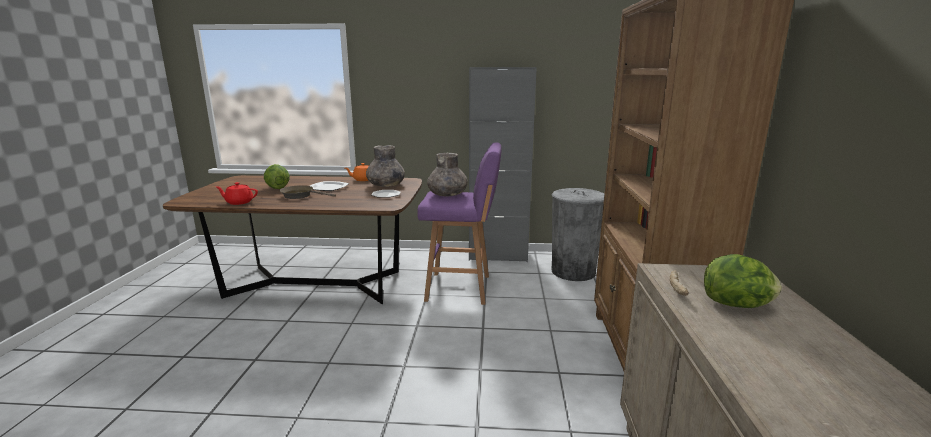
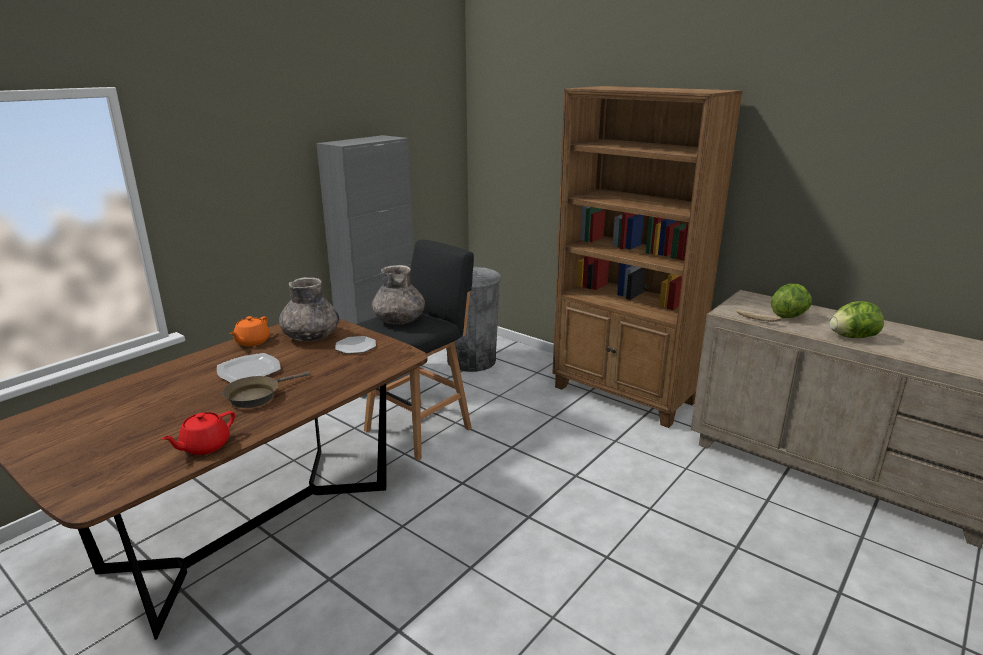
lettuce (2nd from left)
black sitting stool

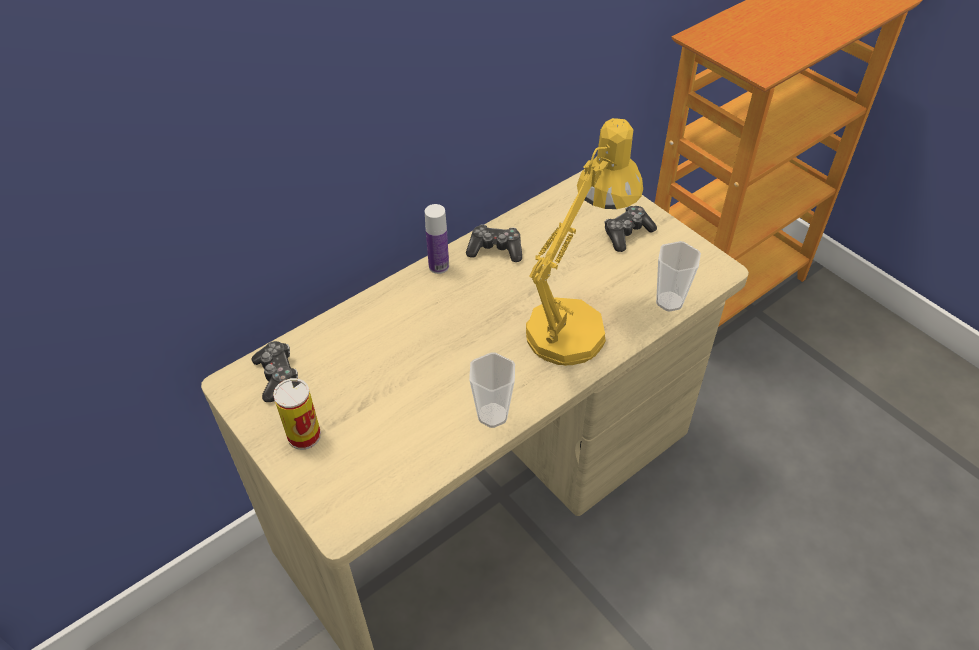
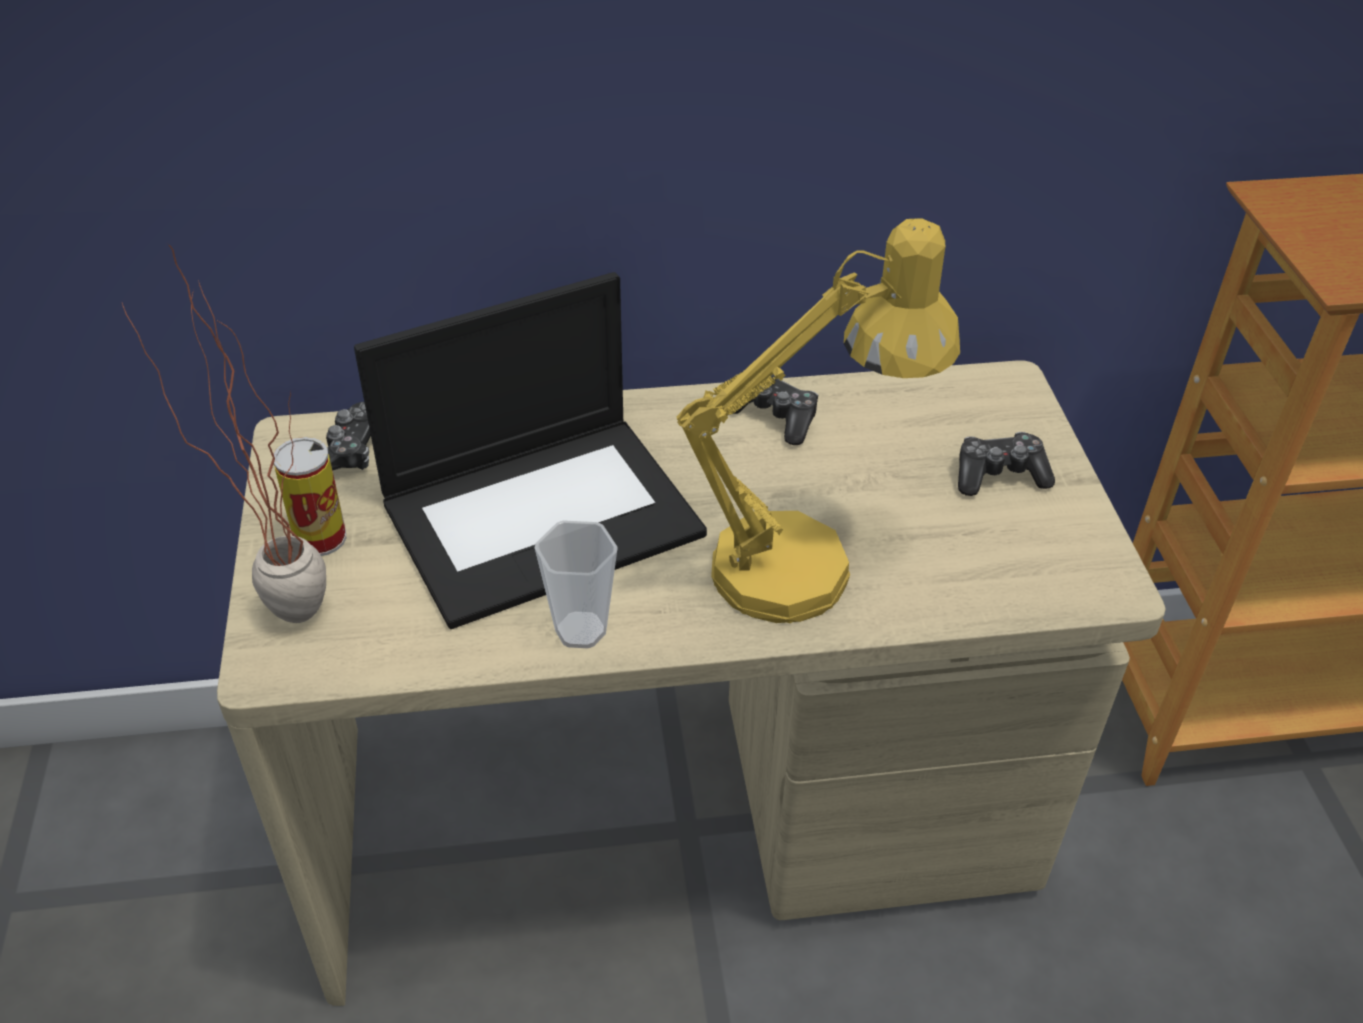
drink bottle
drinking cup (2nd from left in the first image)
houseplant
notebook computer

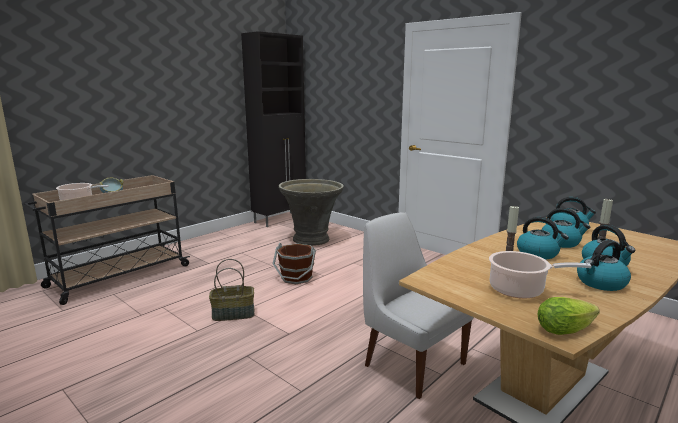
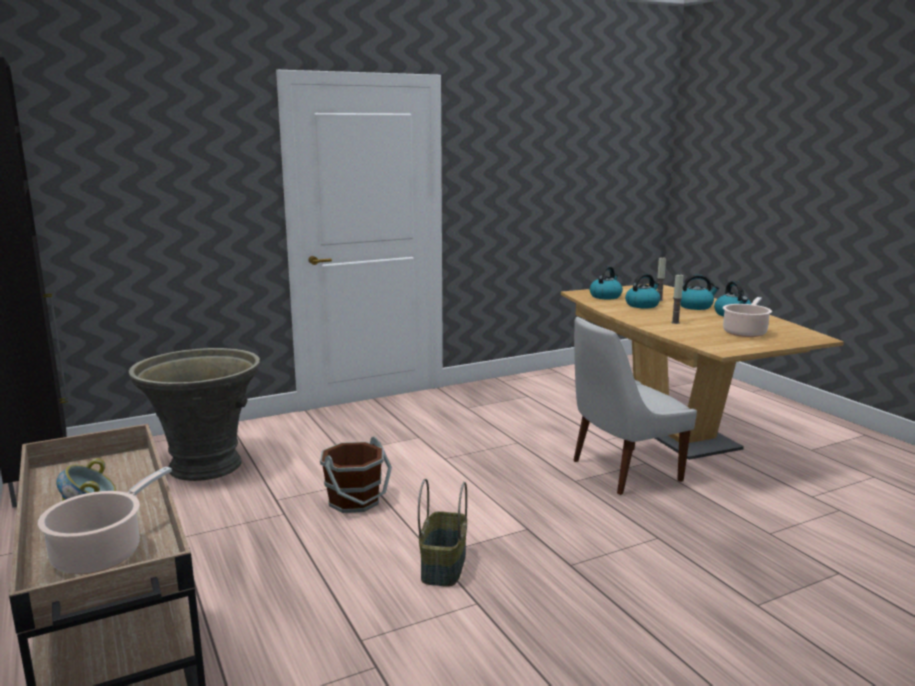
kettle (1st from left in the first image)
lettuce

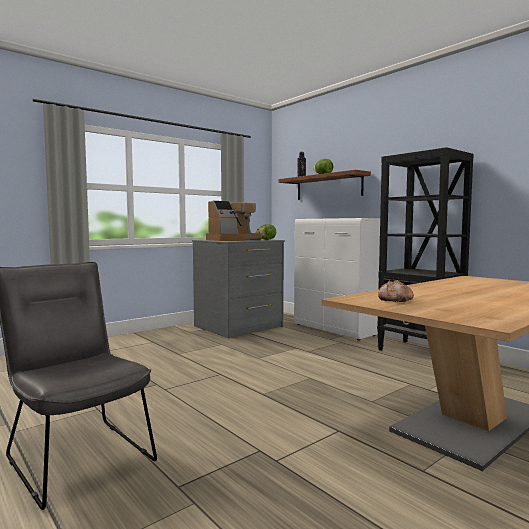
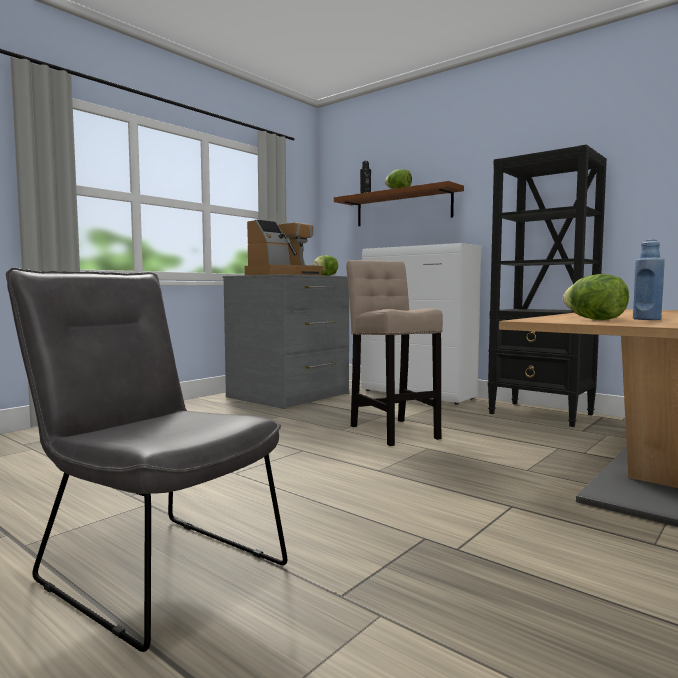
lettuce (3rd from left)
beige sitting stool
blue drink bottle

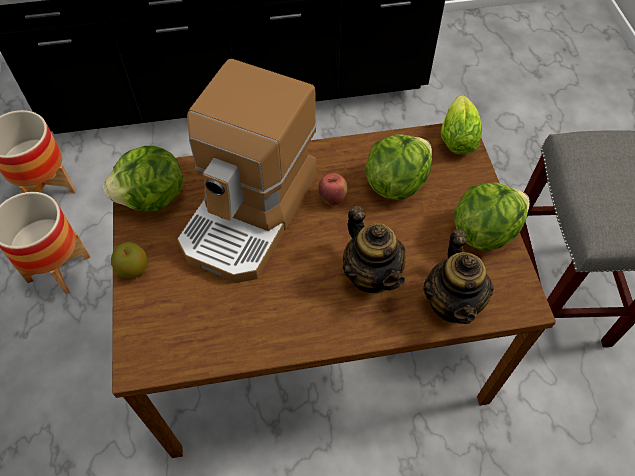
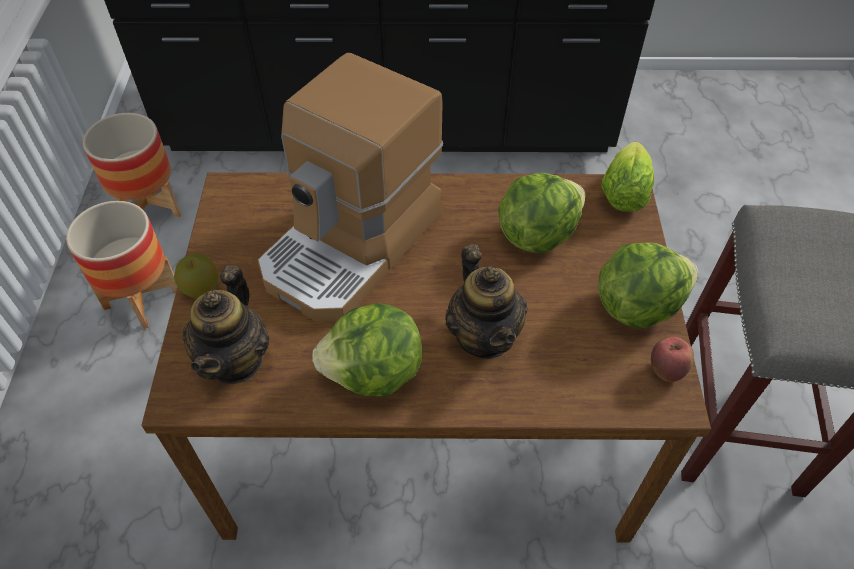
lettuce (1st from left)
apple (2nd from left)
teapot (1st from left)

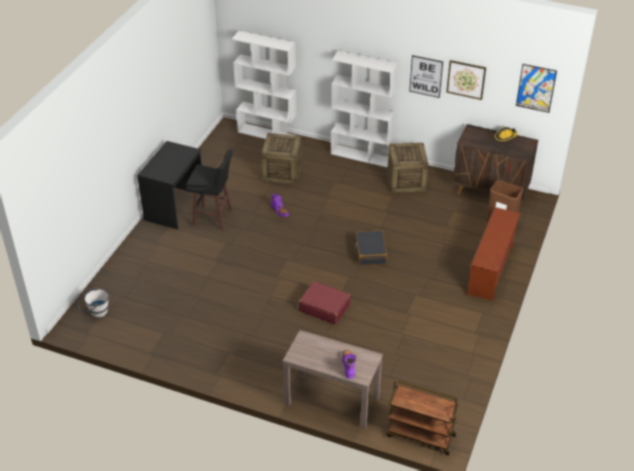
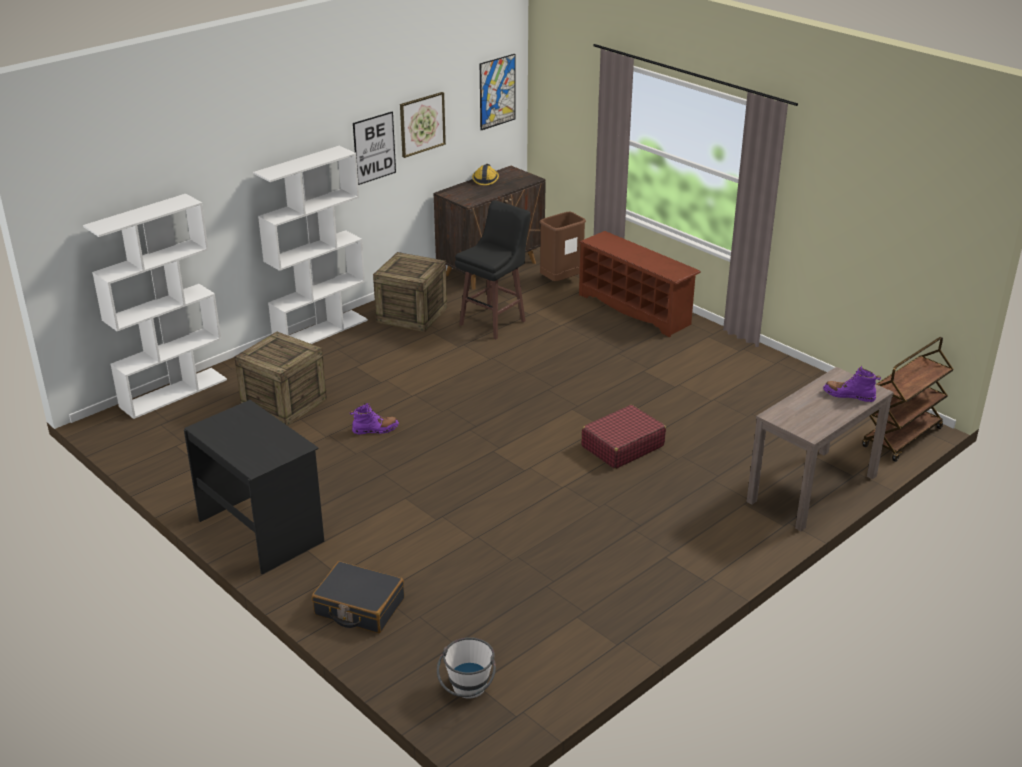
black sitting stool
black piece of luggage

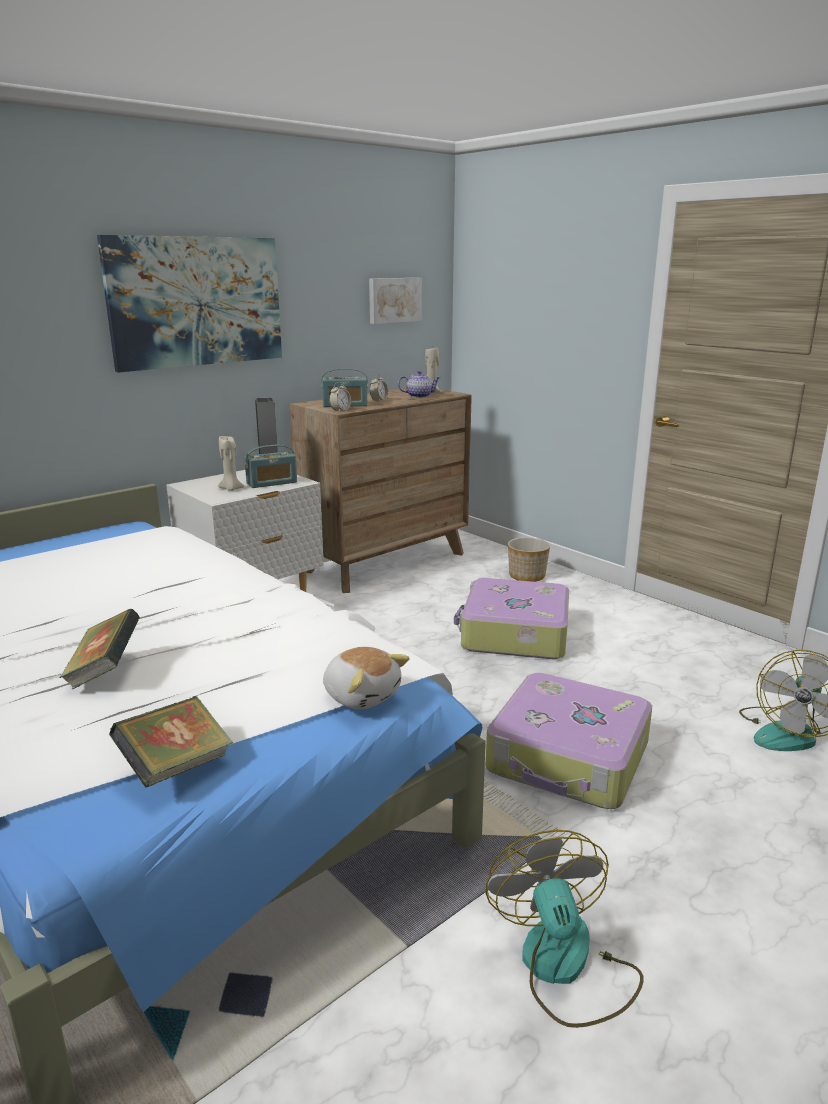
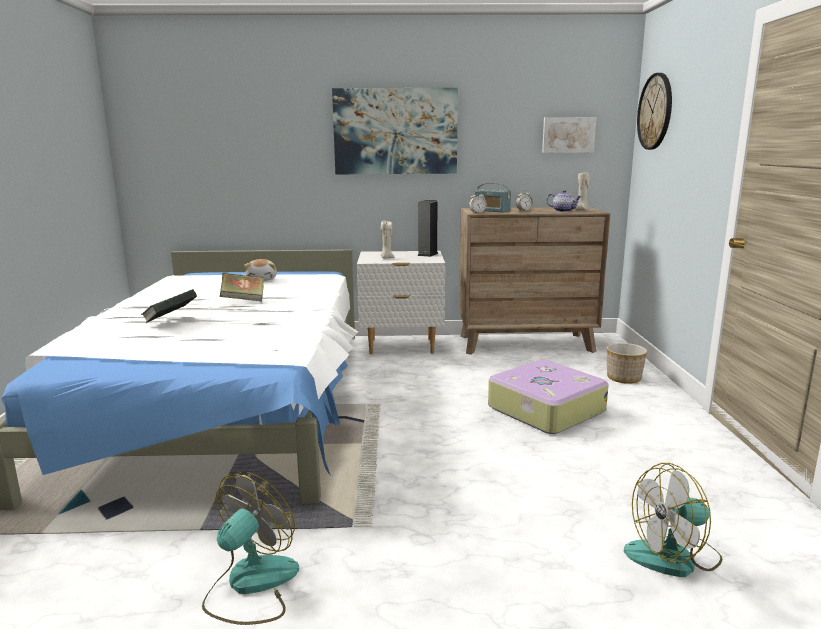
volume (2nd from left)
radio (1st from left in the first image)
plush toy
piece of luggage (2nd from left in the first image)
clock on the wall

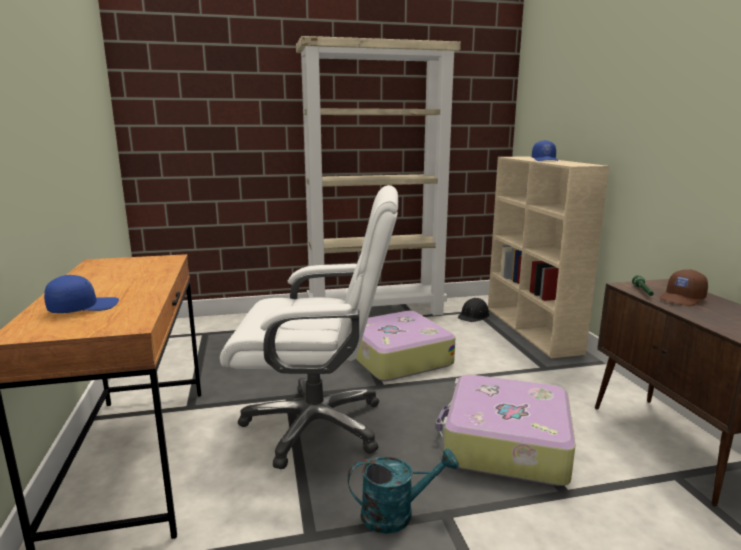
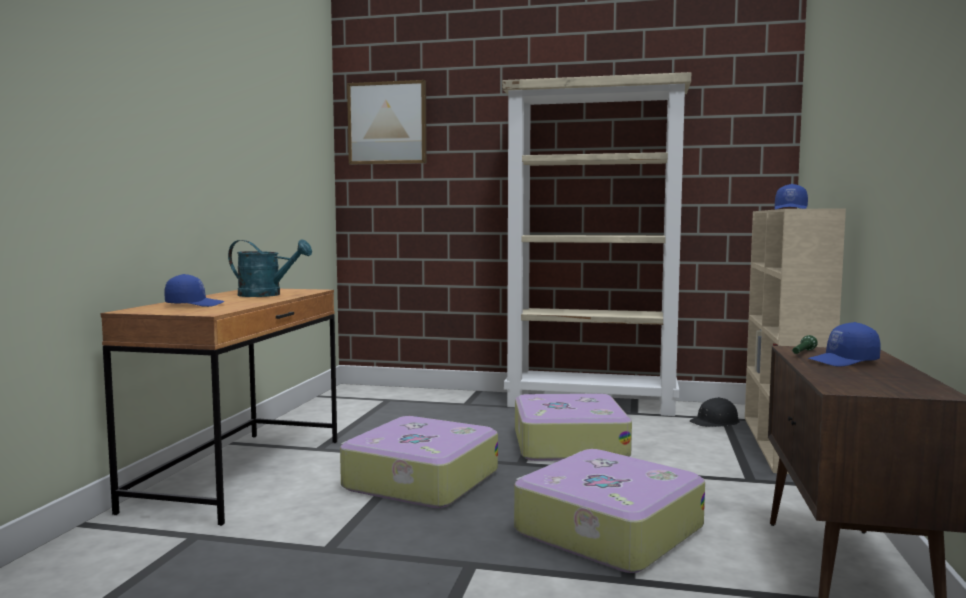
piece of luggage (1st from left)
blue-green watering pot
blue cap (3rd from left)
wall art

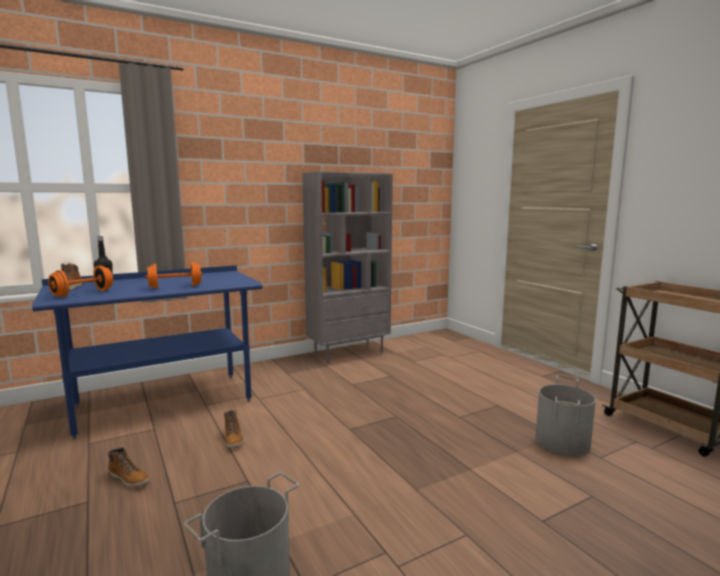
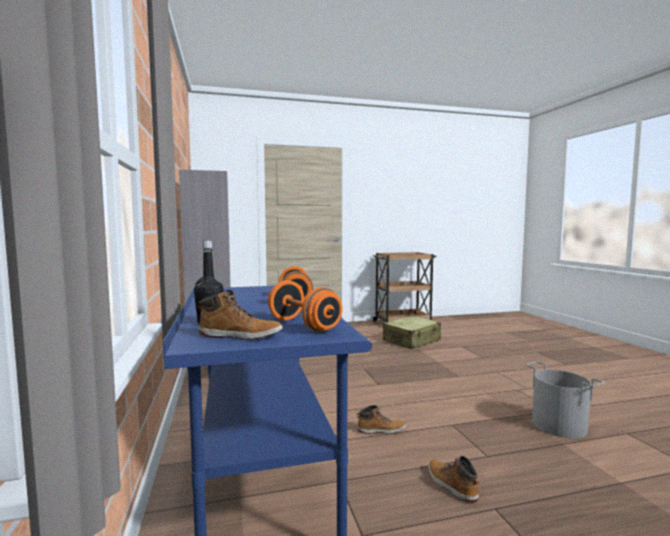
tall boot (3rd from left)
beige piece of luggage

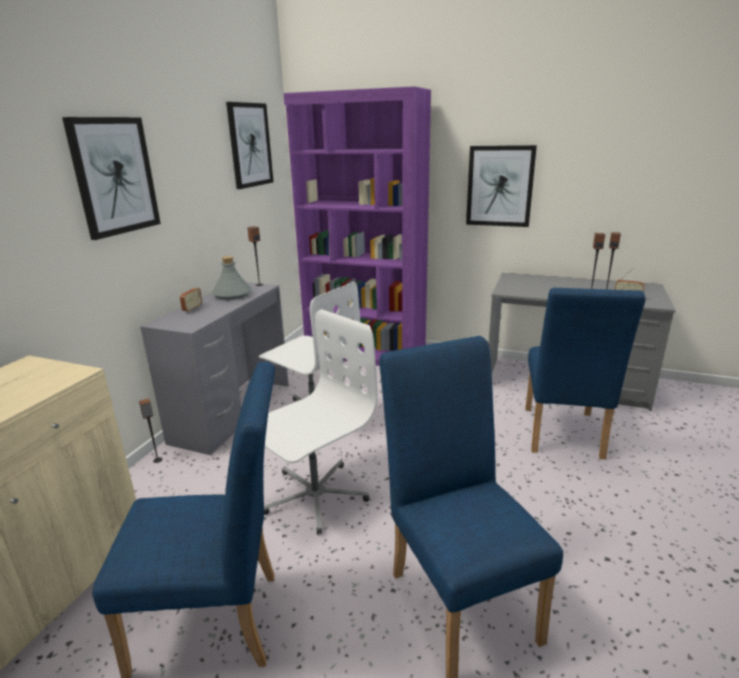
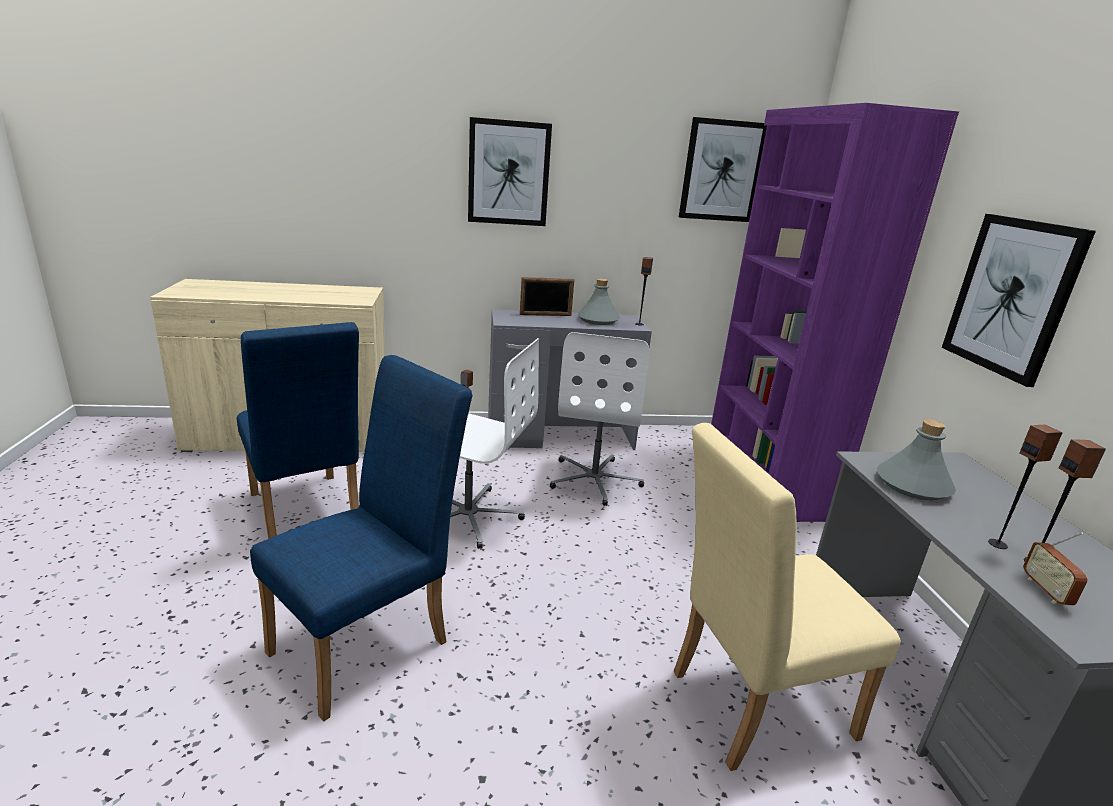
picture frame
beige upright chair
greyish drink bottle (2nd from left)

